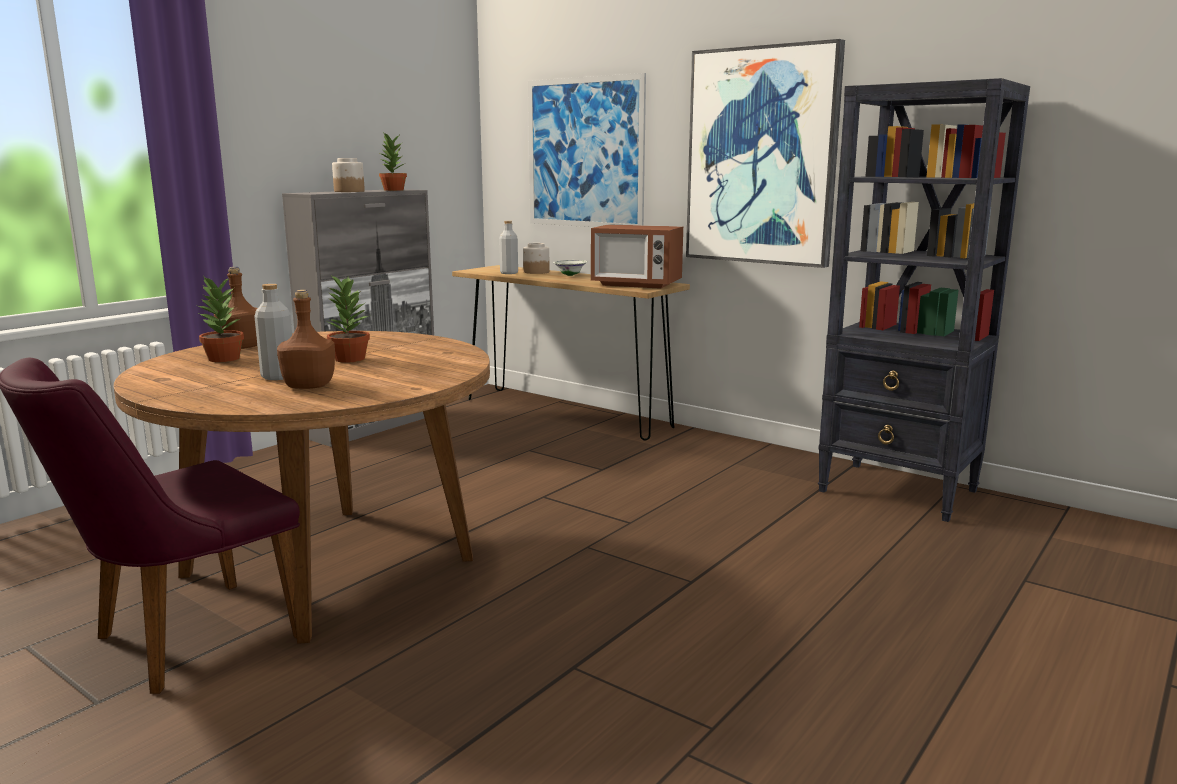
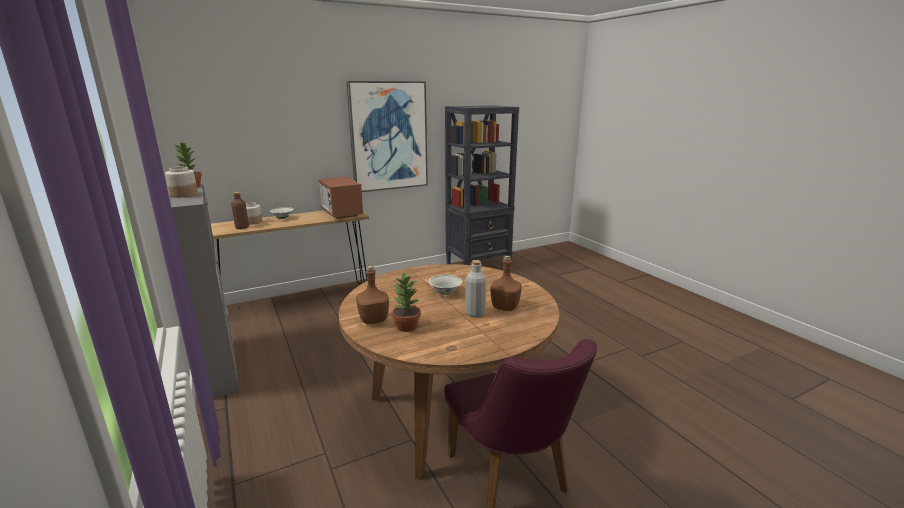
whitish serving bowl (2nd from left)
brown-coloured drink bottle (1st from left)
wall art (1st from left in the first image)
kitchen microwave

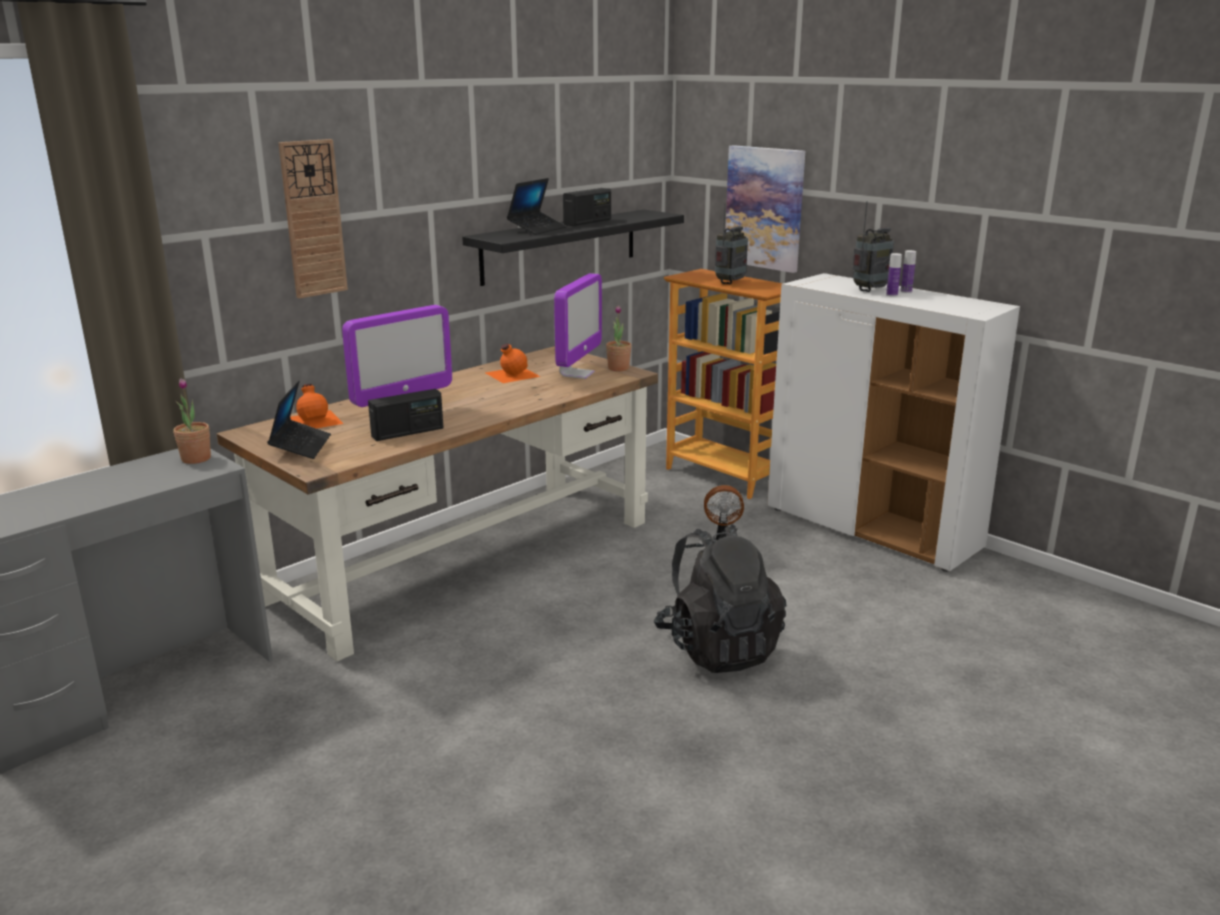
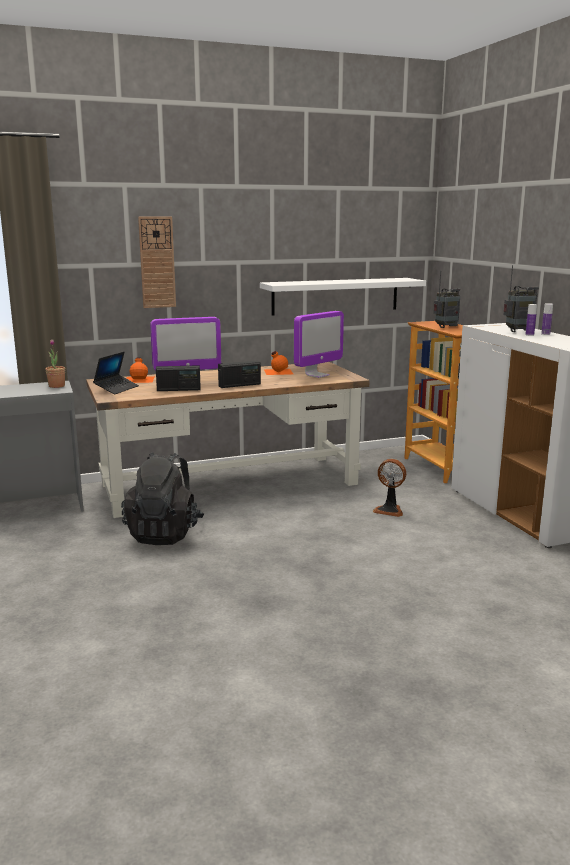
whitish shelf
notebook computer (2nd from left in the first image)
radio (2nd from left)
houseplant (2nd from left in the first image)
black knapsack
wall art

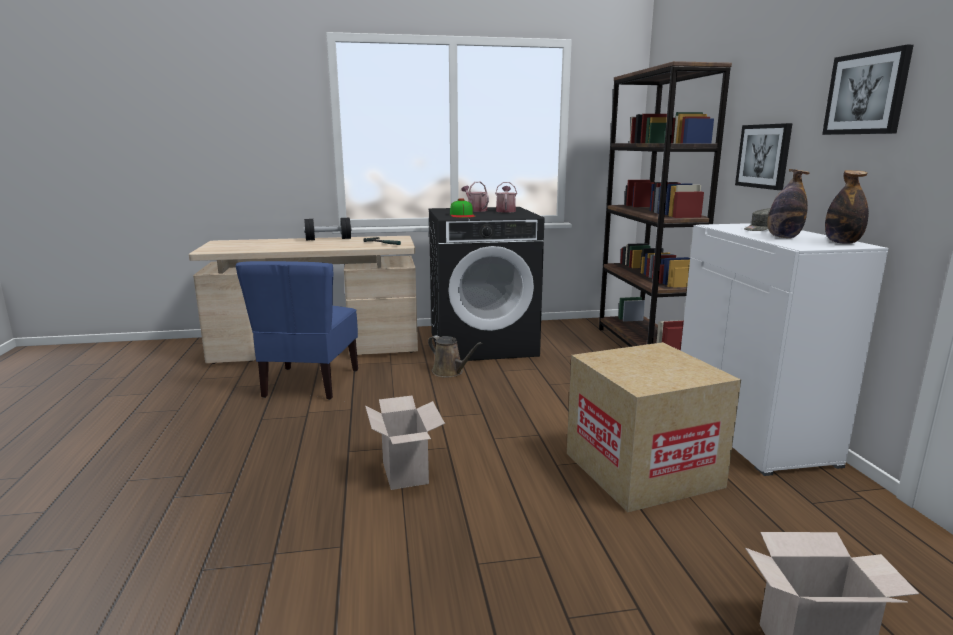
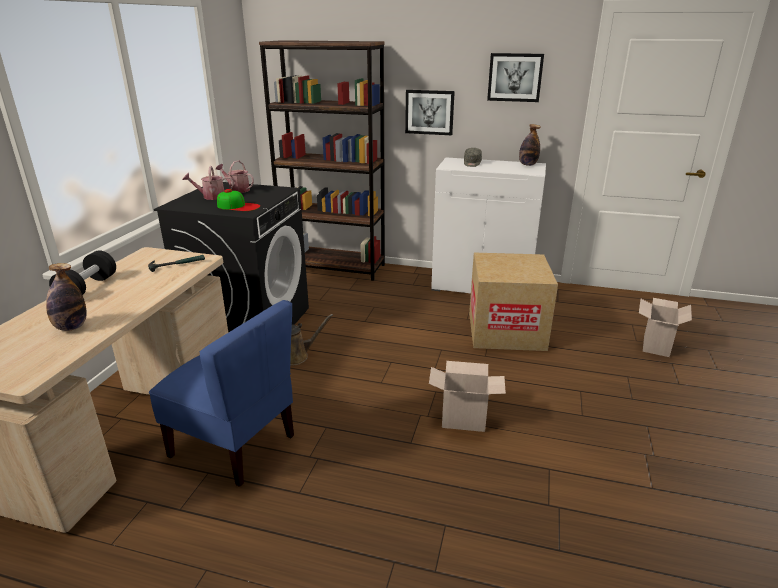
drink bottle (1st from left)

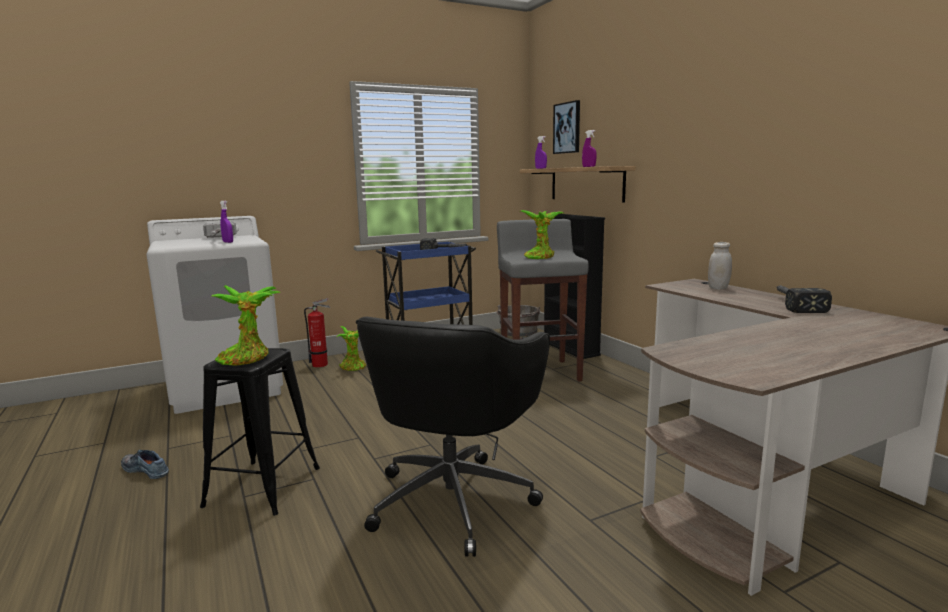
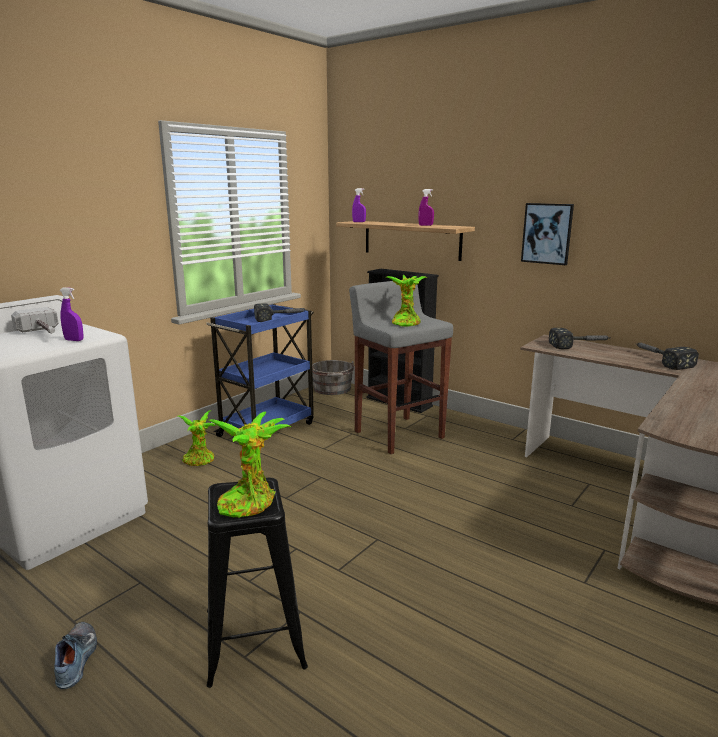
low shoe
fire extinguisher
black computer chair
wall art
hand hammer (3rd from left)

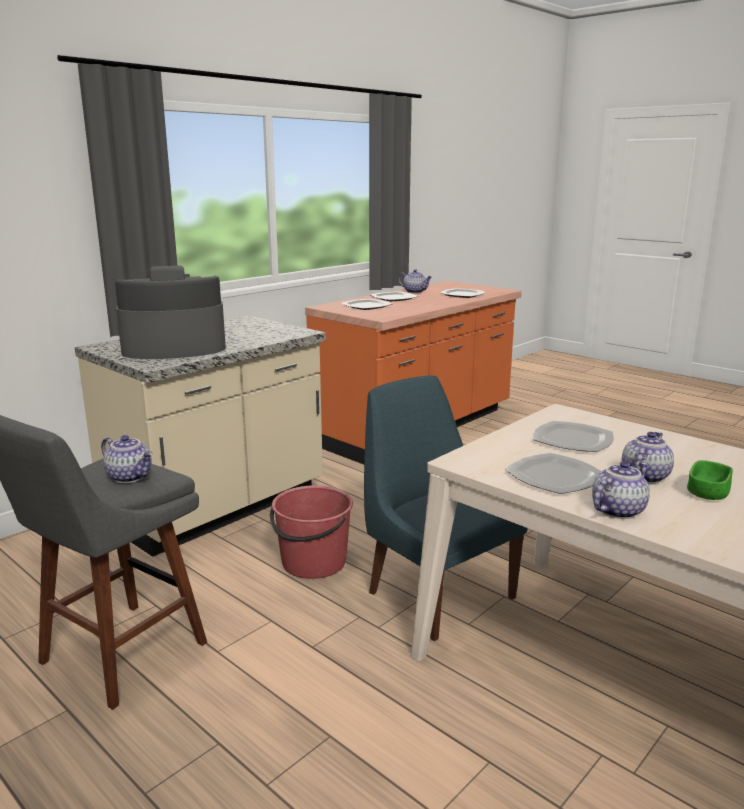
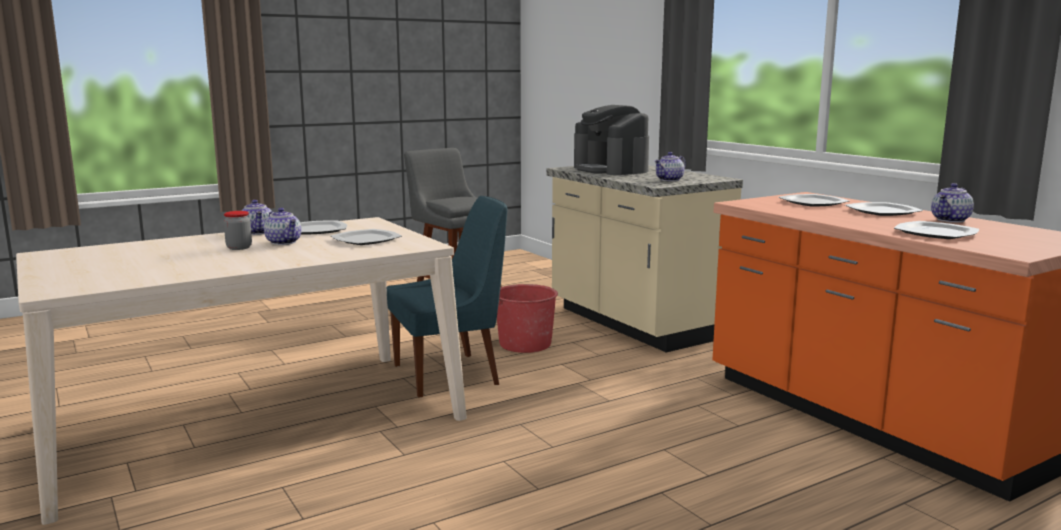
teapot (3rd from left)
coffee brewer
storage jar

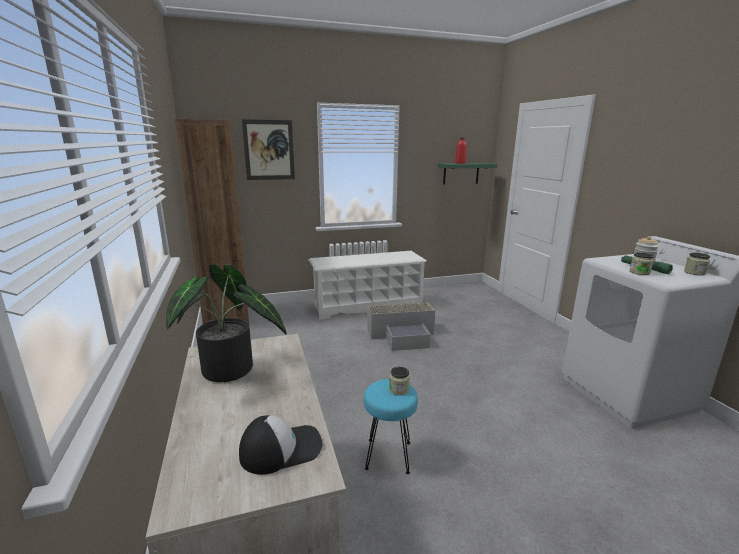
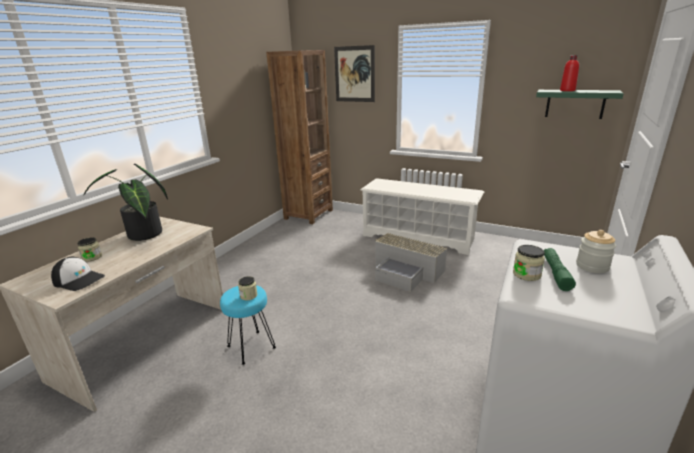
storage jar (1st from left)

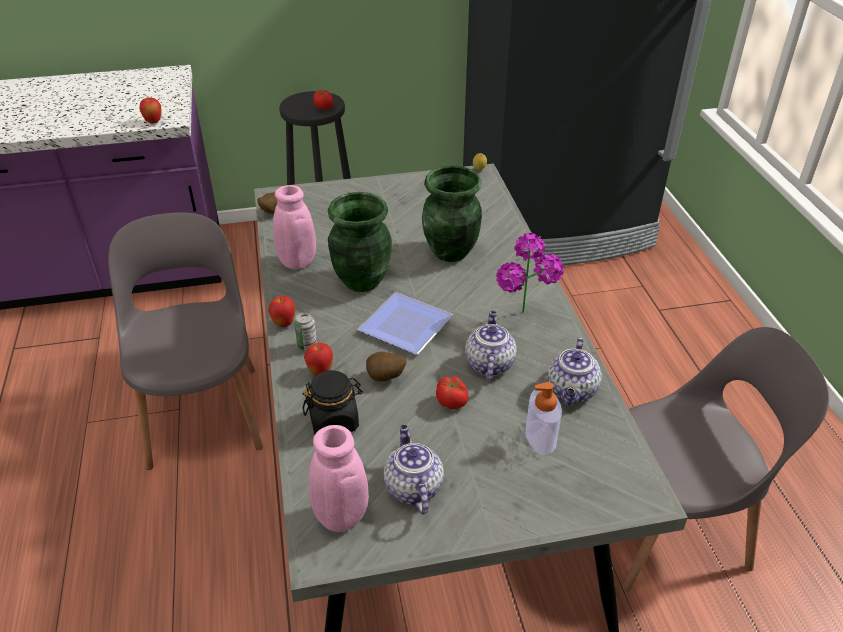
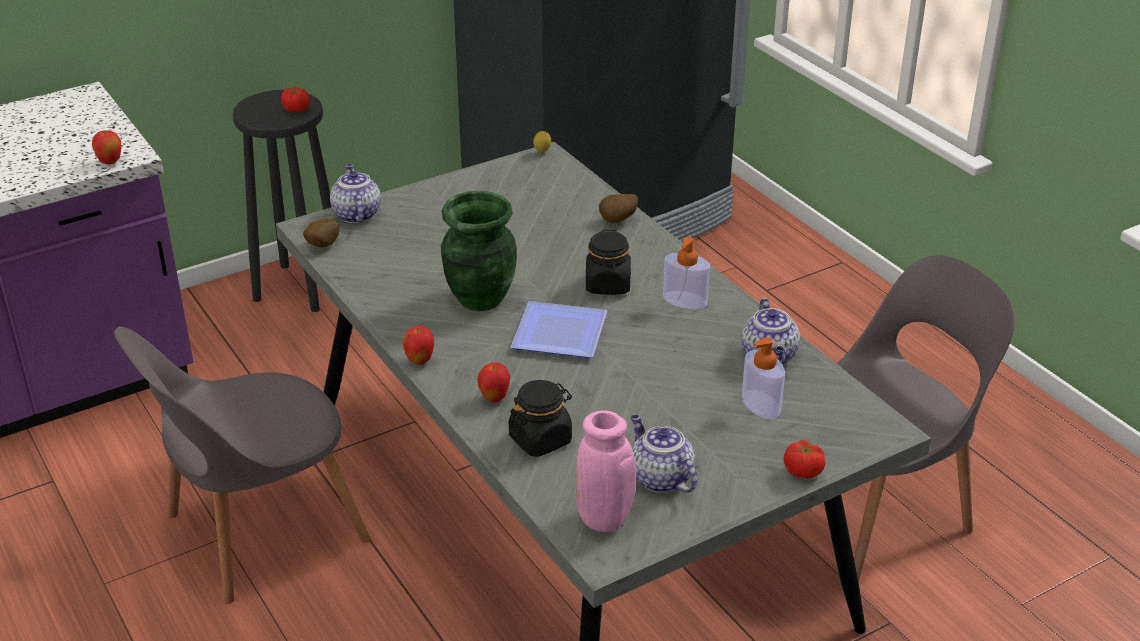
greyish upright chair (1st from left)
pink-coloured flower vase (1st from left in the first image)
sealed can
potato (2nd from left)
green flower vase (2nd from left in the first image)
fresh tomato (2nd from left)
teapot (1st from left)
liquid soap bottle (1st from left)
black storage jar (2nd from left)

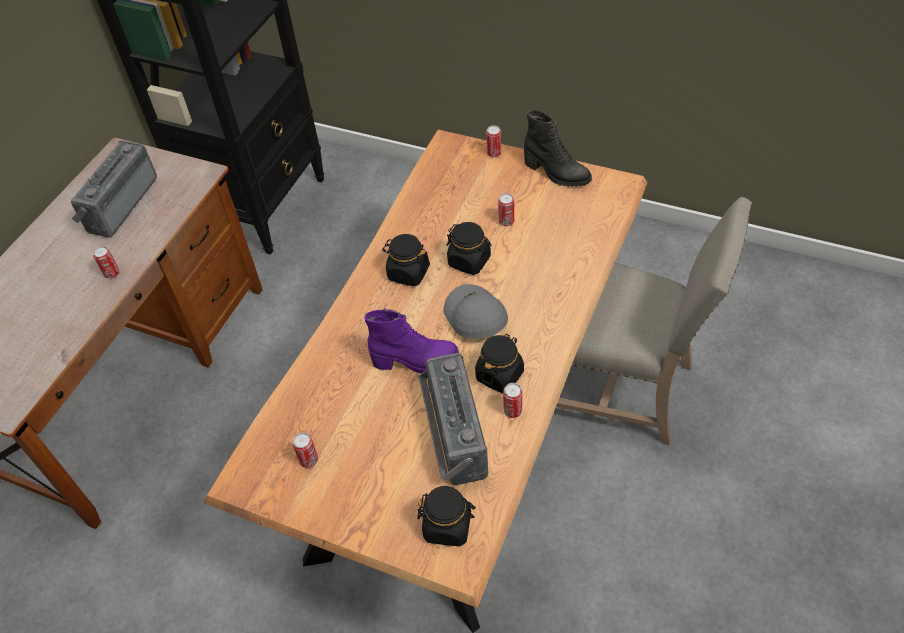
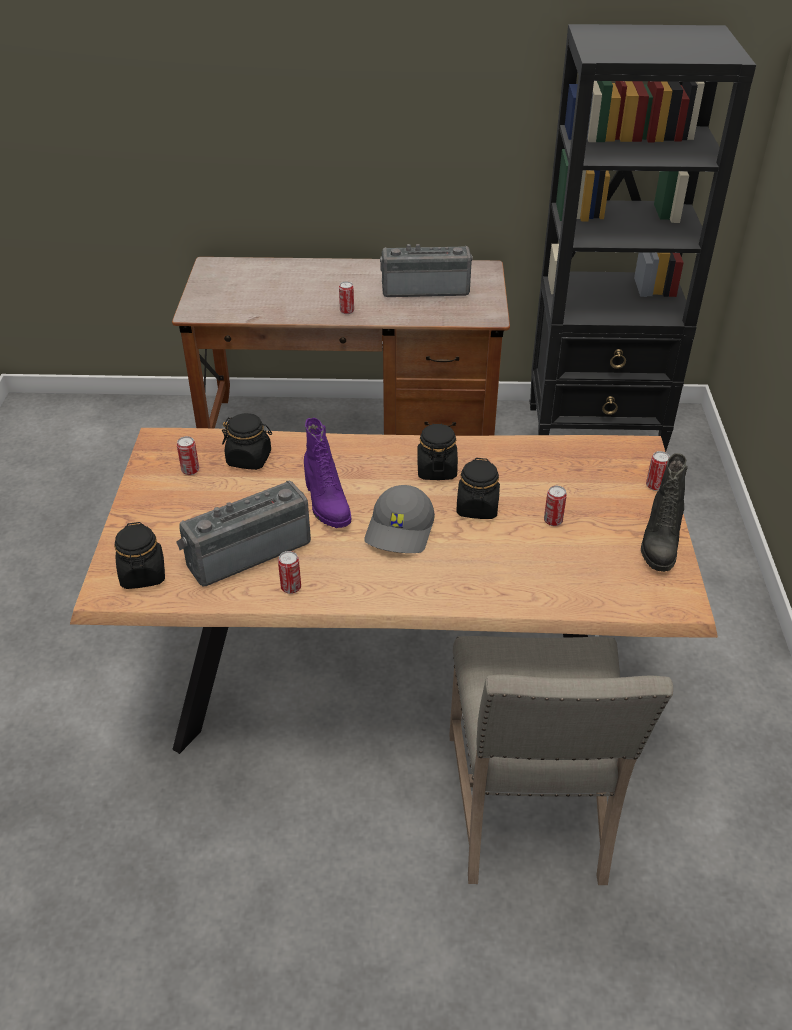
greyish cap
black storage jar (2nd from left)

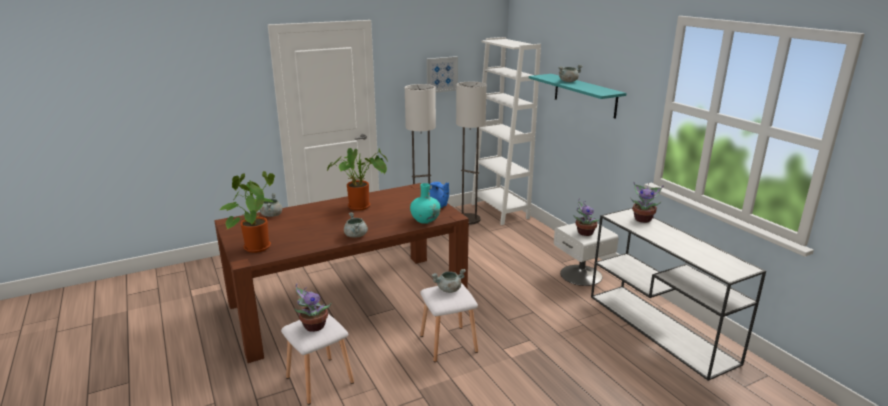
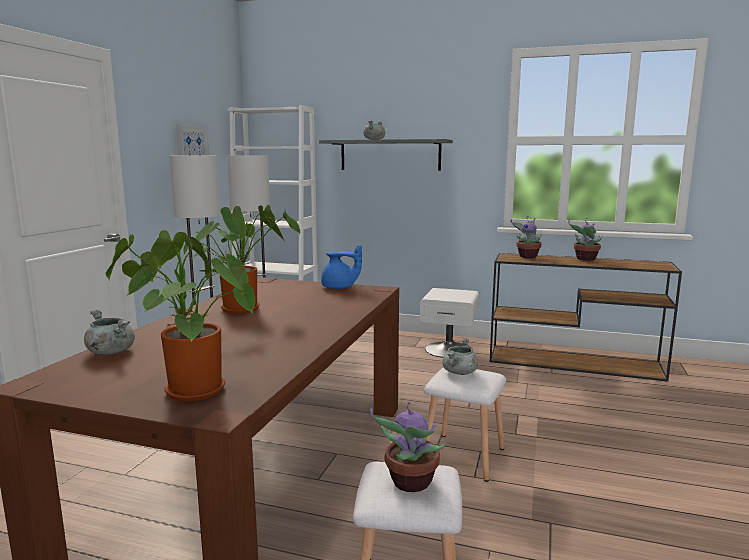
greyish stockpot (2nd from left in the first image)
blue-green flower vase
greyish shelf
houseplant (5th from left)
brown-coloured hall table

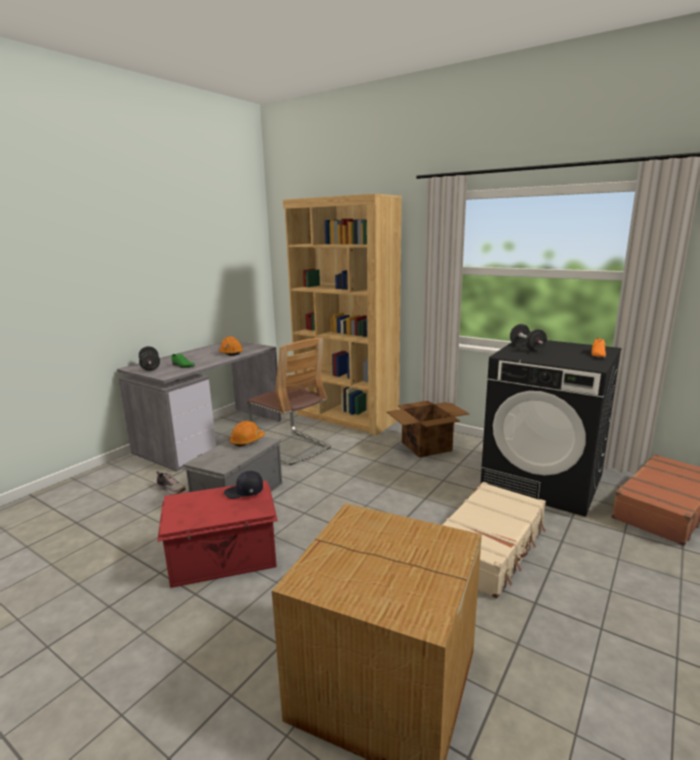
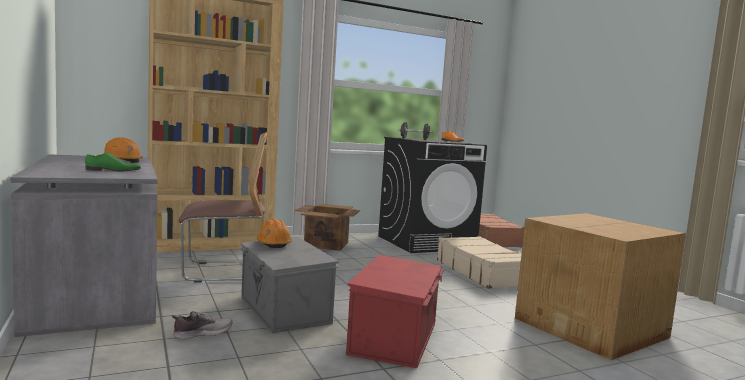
black hand weight (1st from left in the first image)
black cap

